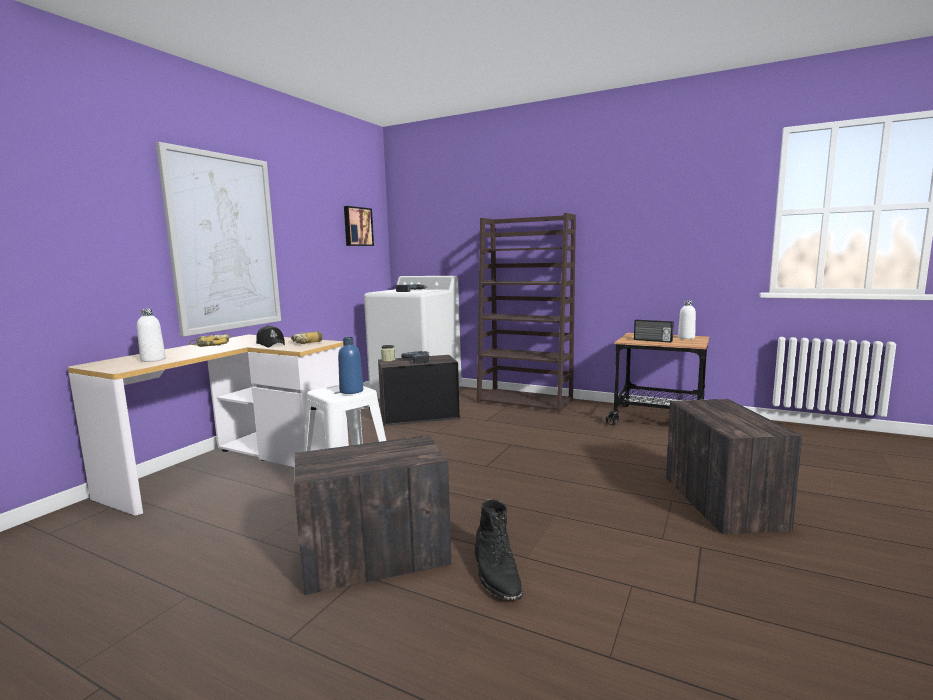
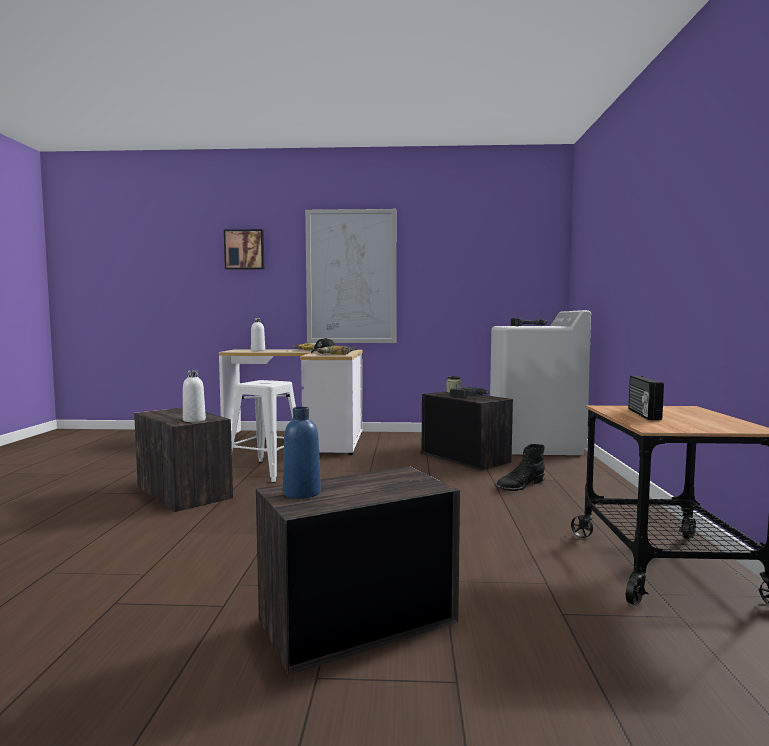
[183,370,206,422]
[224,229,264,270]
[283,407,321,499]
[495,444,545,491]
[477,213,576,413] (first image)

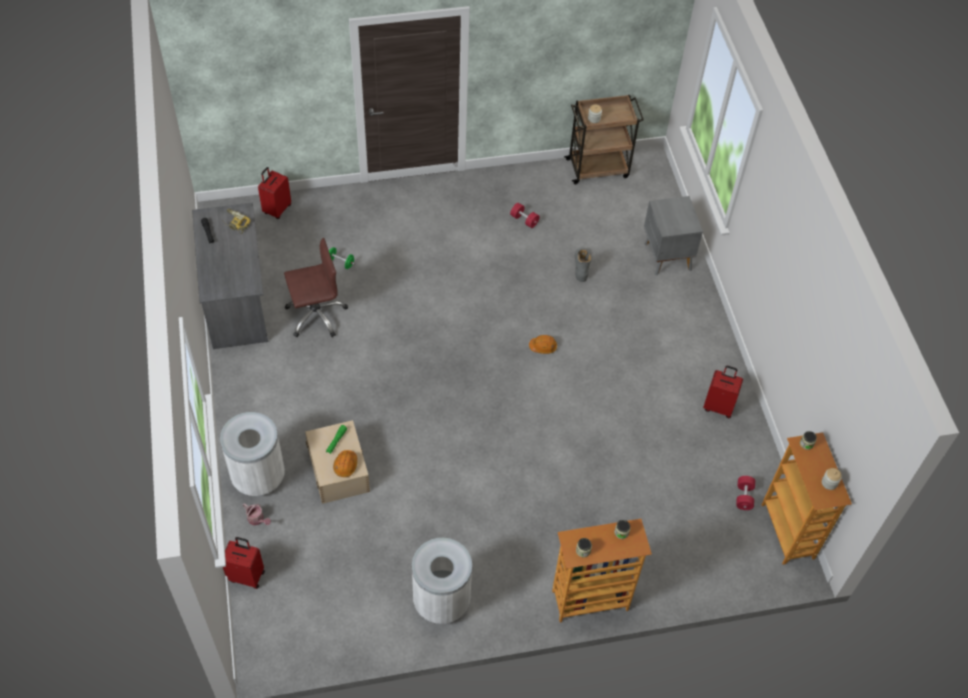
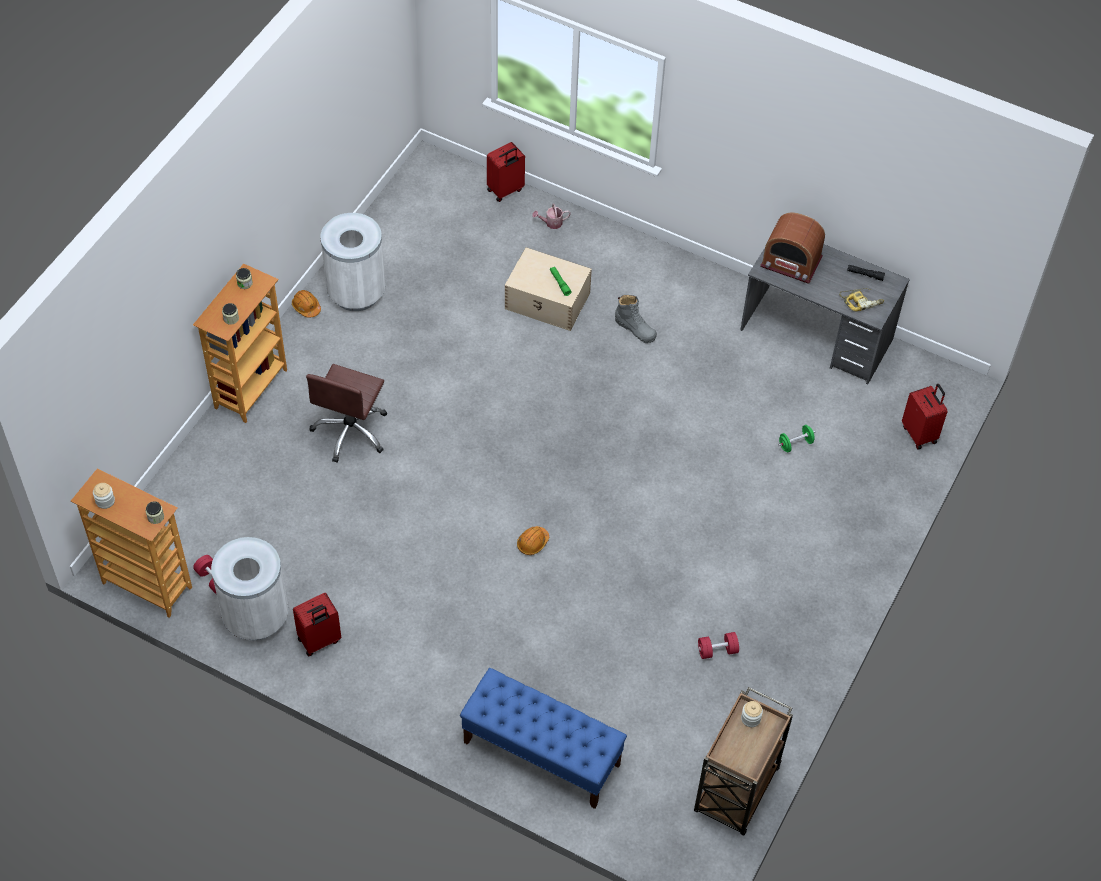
[211,537,288,640]
[292,290,321,318]
[306,364,387,463]
[460,668,627,809]
[615,295,657,343]
[760,213,825,284]

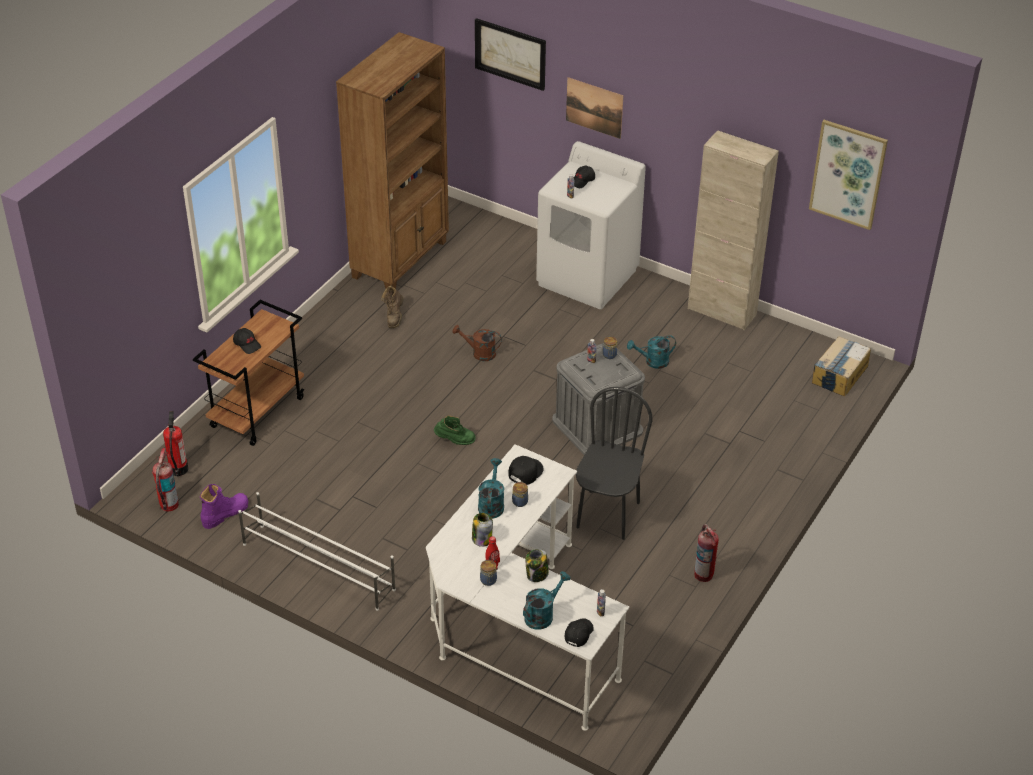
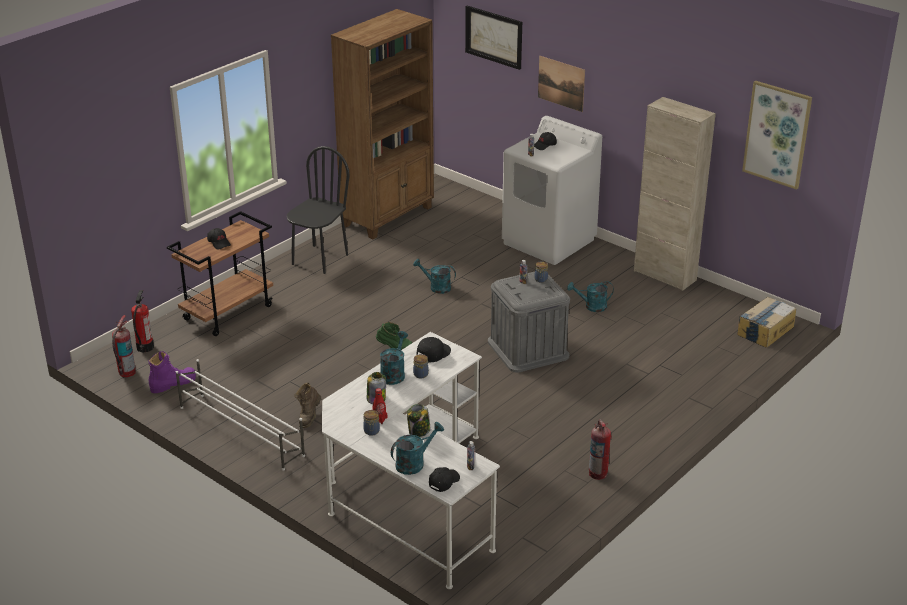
[287,146,350,274]
[294,383,321,428]
[413,259,456,294]

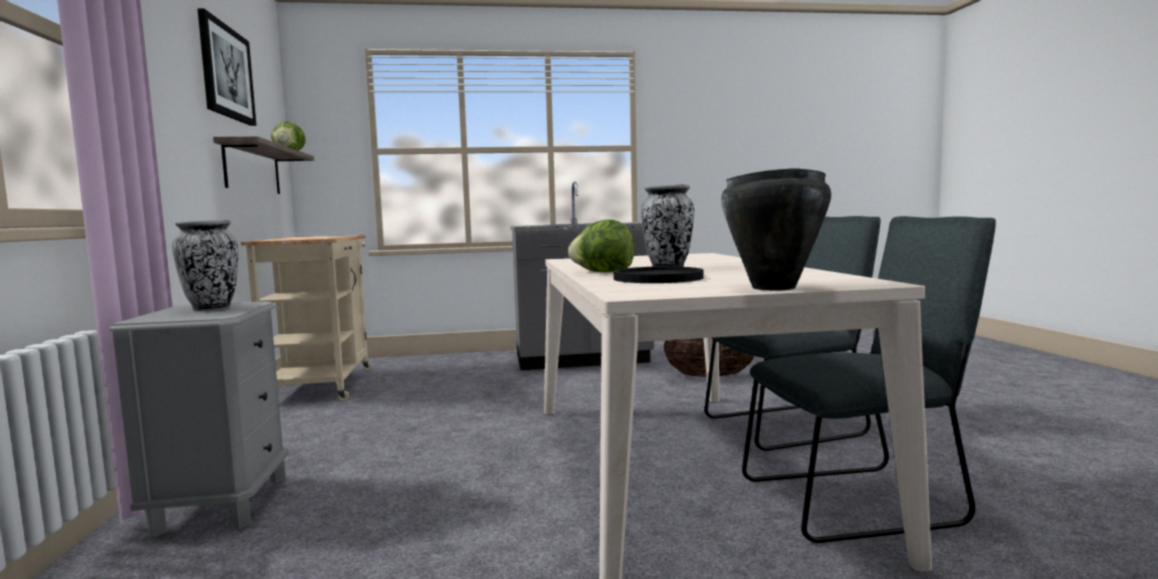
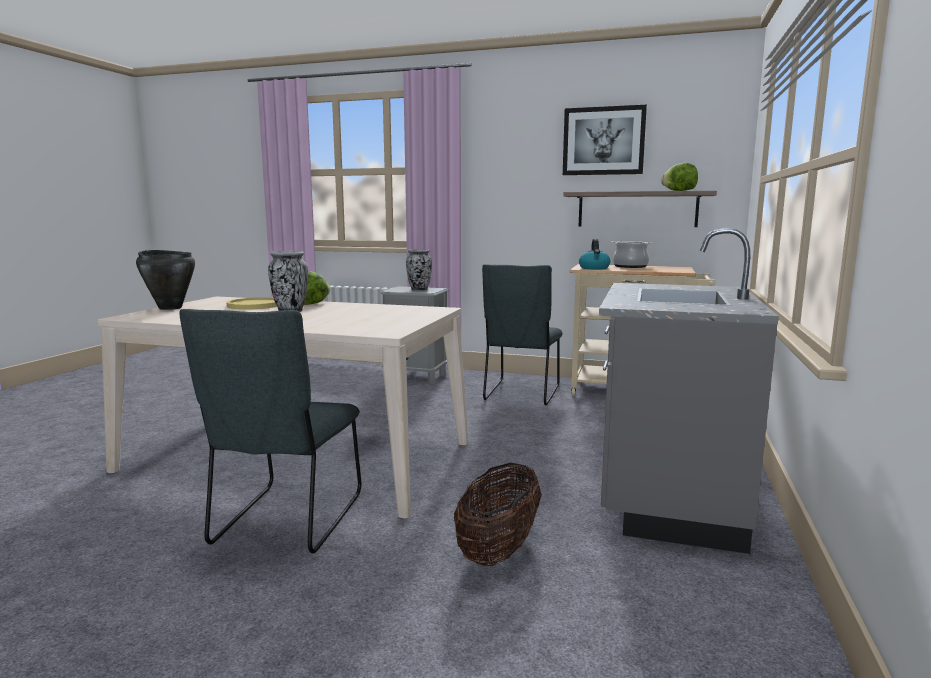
[226,297,277,310]
[482,265,563,406]
[579,239,610,270]
[612,241,653,268]

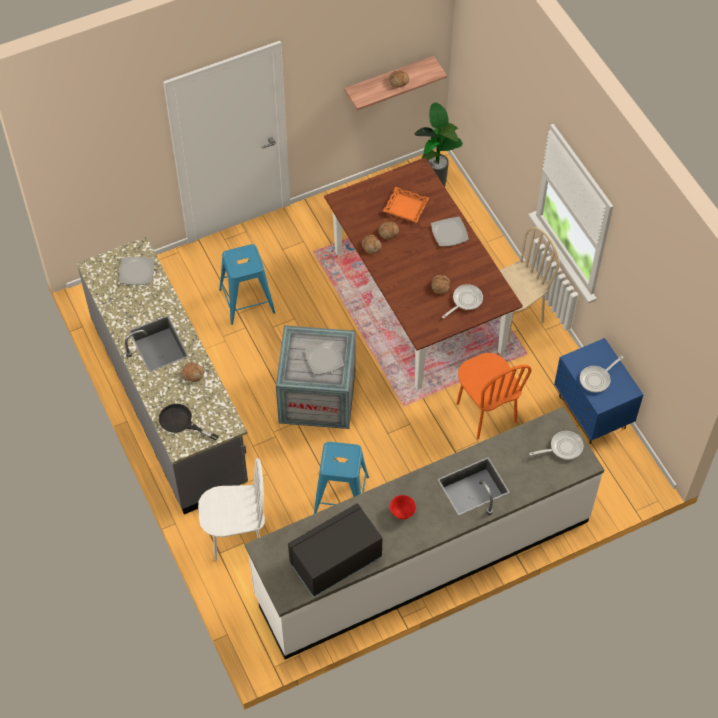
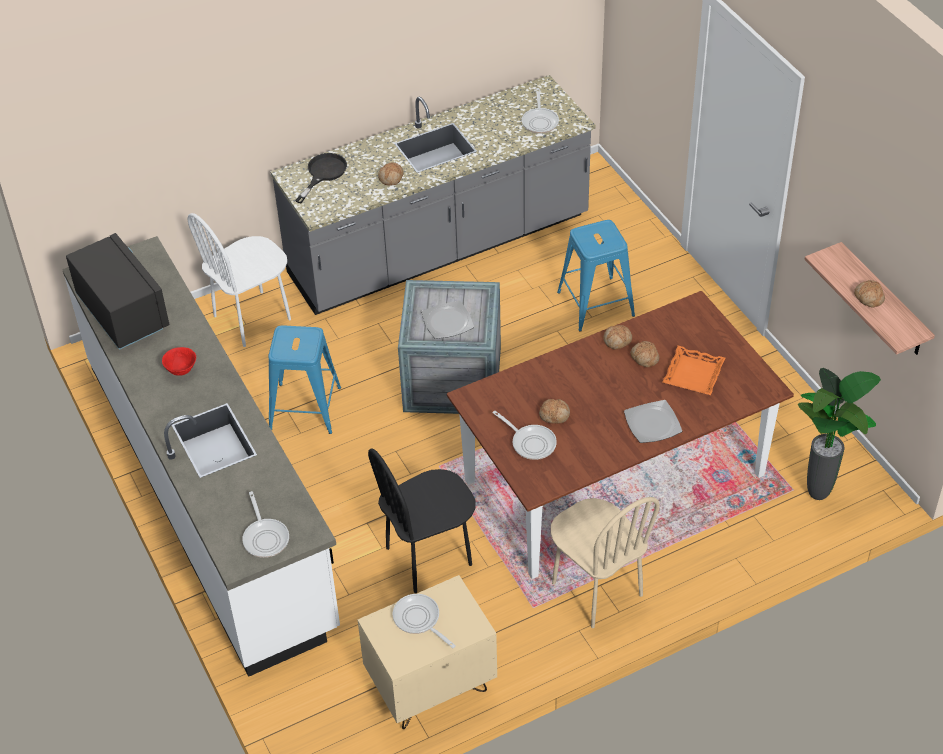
[188,213,291,347]
[358,575,497,729]
[368,448,476,593]
[522,88,559,134]

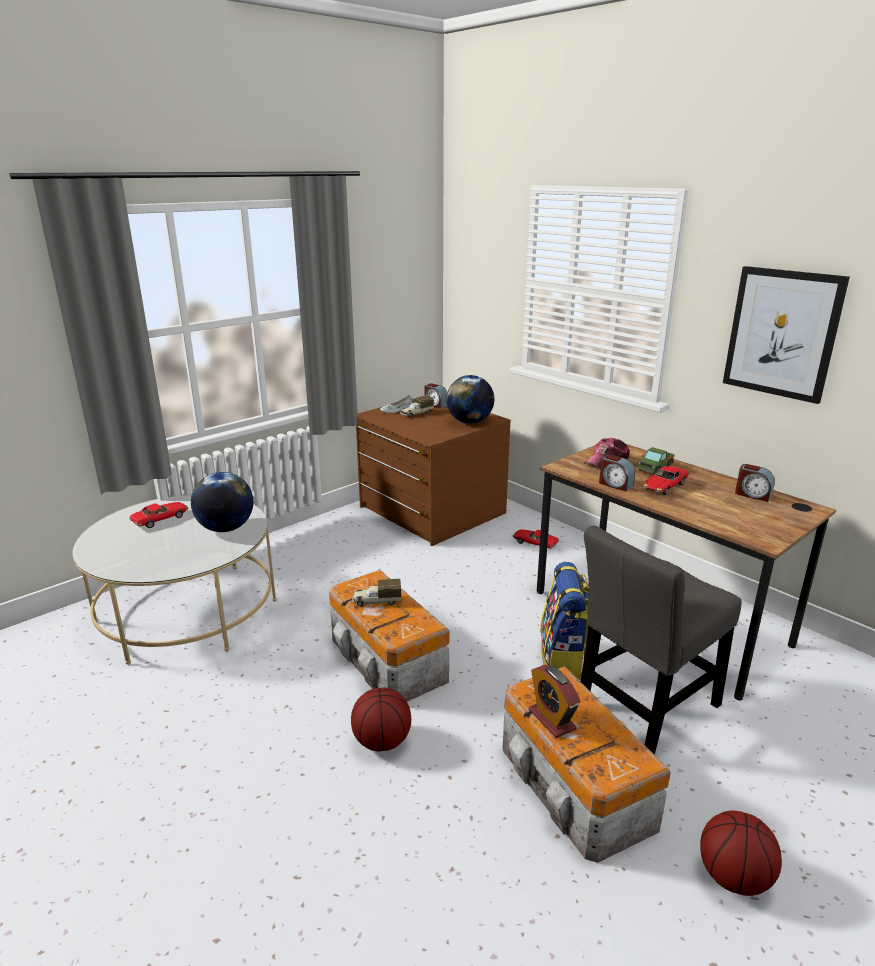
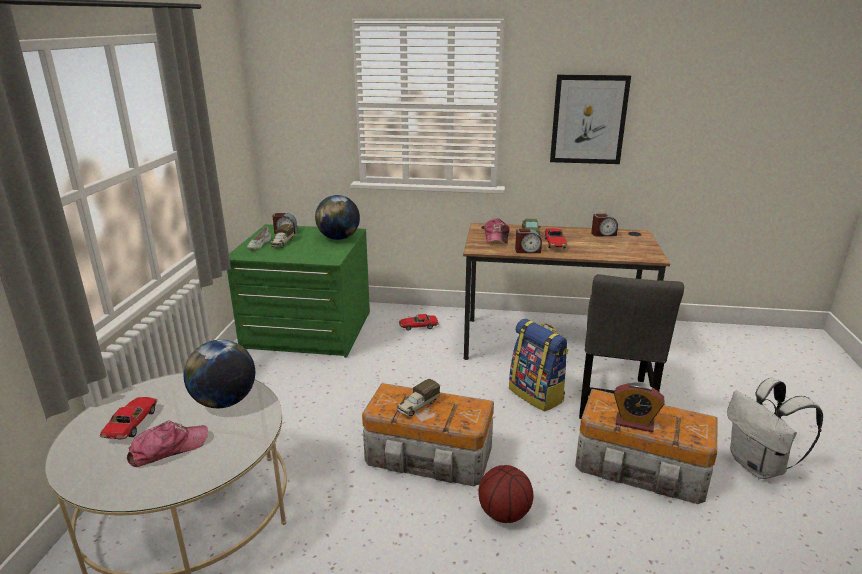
[127,420,208,467]
[227,224,370,358]
[727,378,823,479]

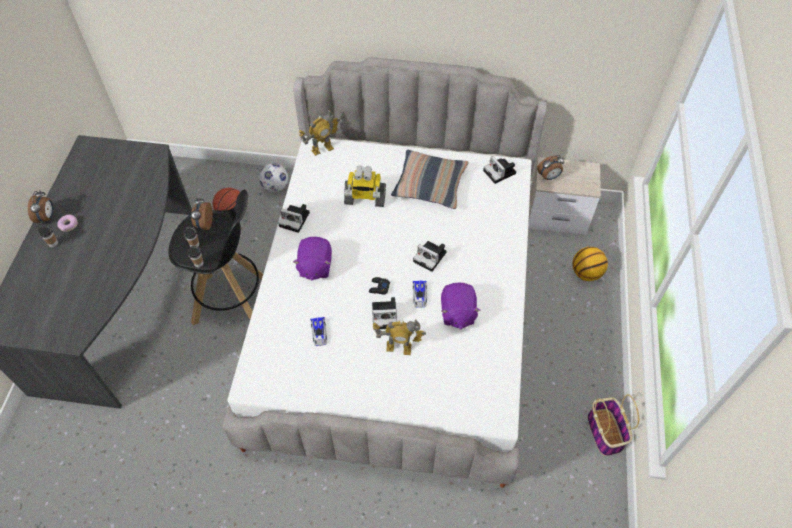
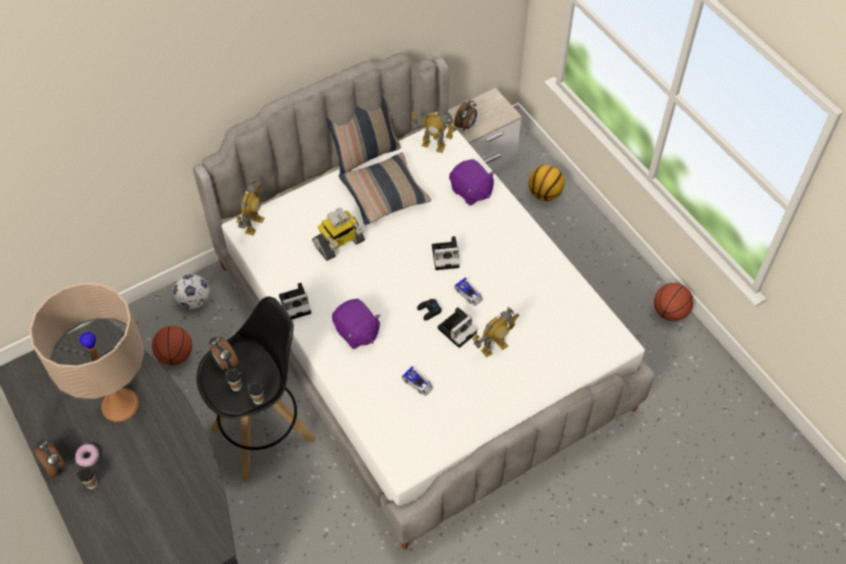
[29,283,144,422]
[327,94,401,174]
[411,111,457,153]
[449,159,495,205]
[654,283,693,321]

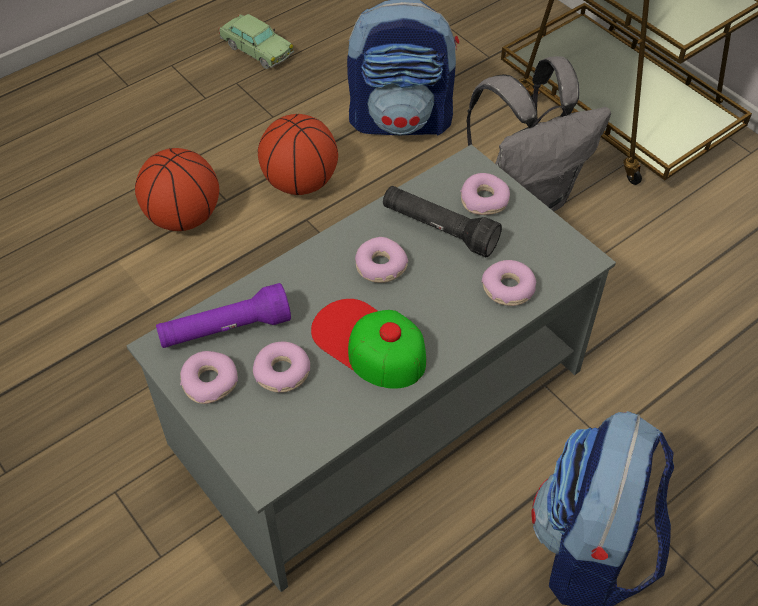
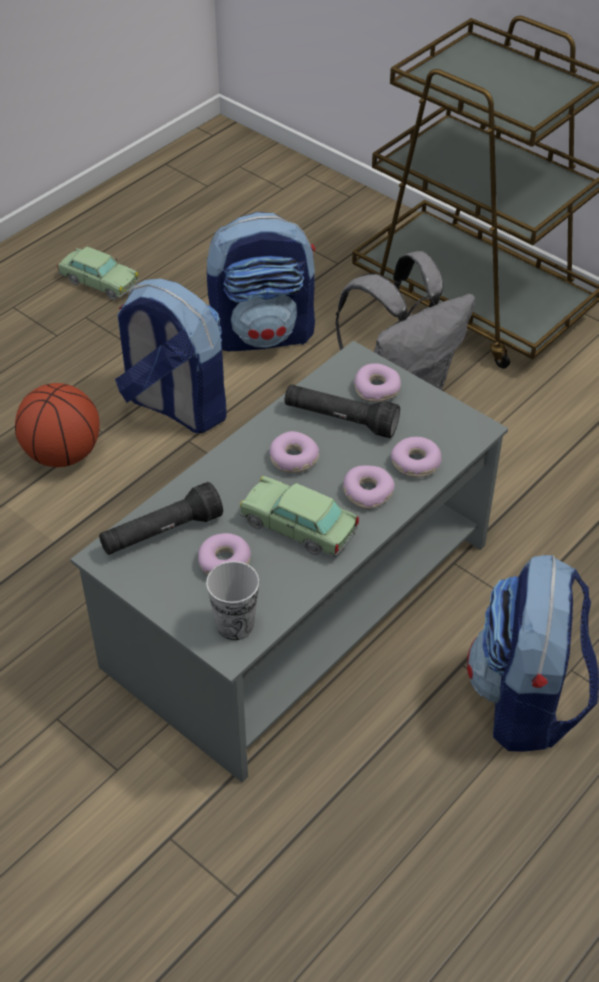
[99,482,223,555]
[115,279,226,433]
[206,561,259,640]
[240,476,359,557]
[343,465,395,509]

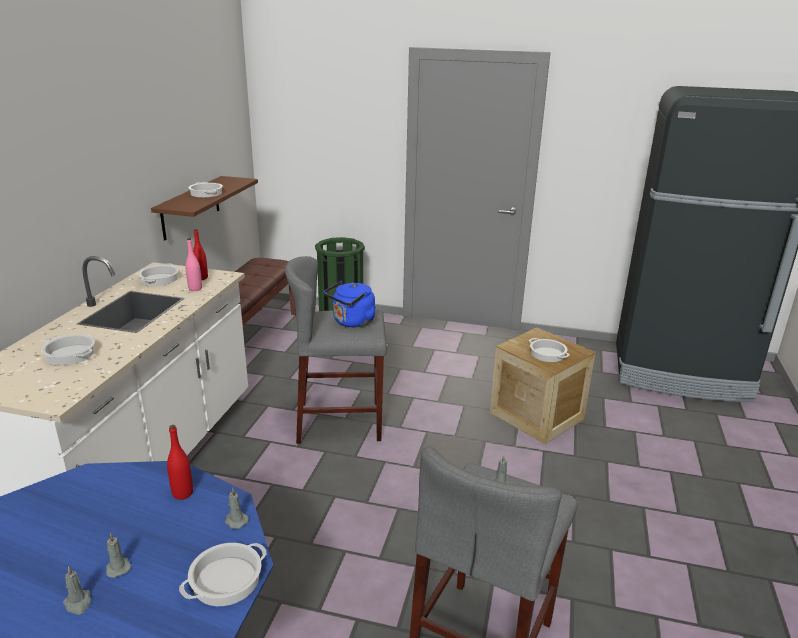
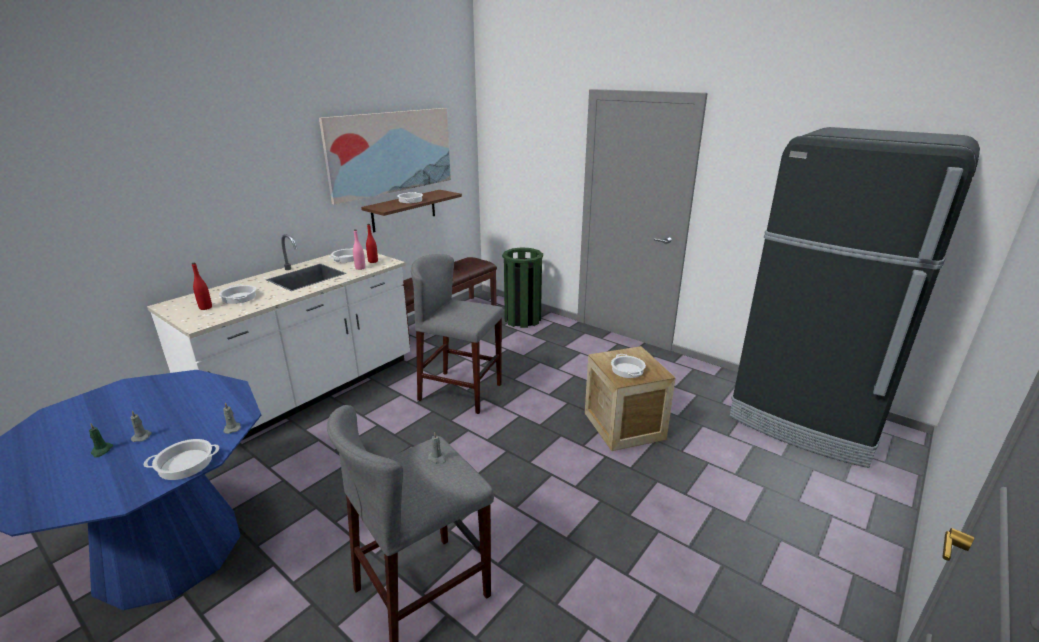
[89,424,113,458]
[192,263,212,310]
[319,108,451,205]
[324,281,376,327] (first image)

